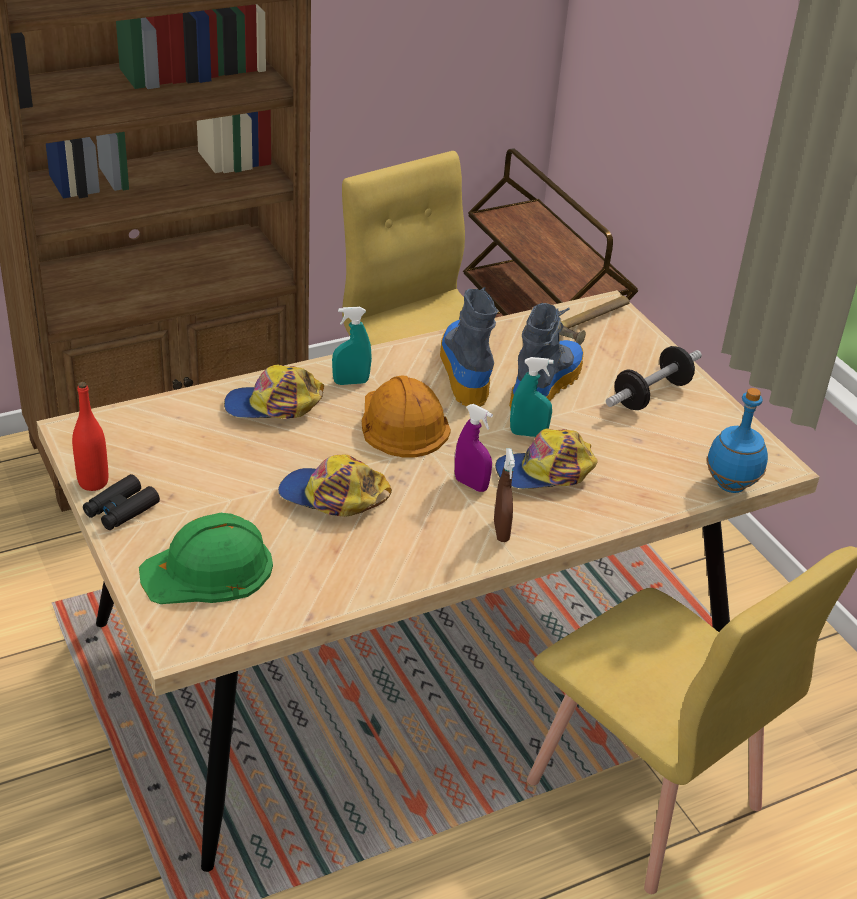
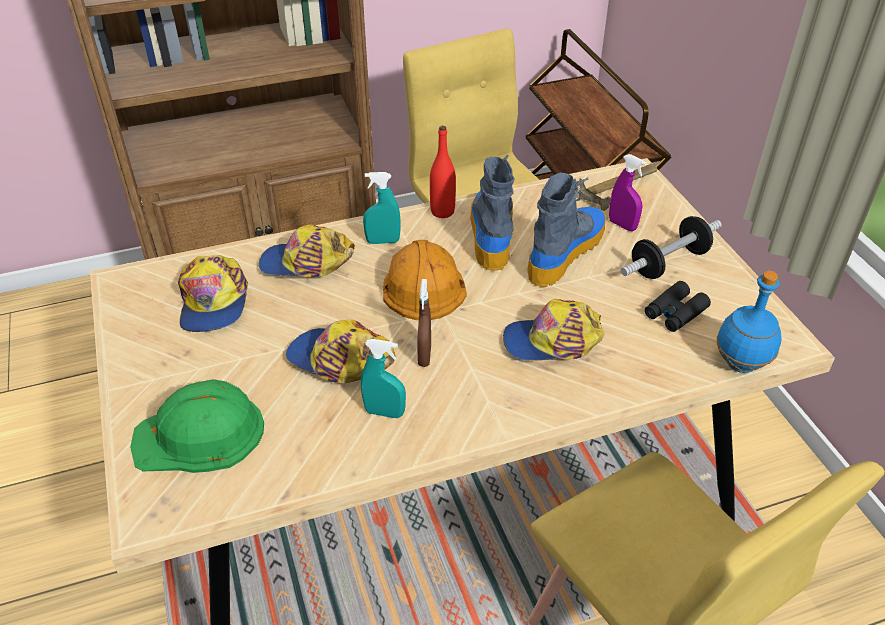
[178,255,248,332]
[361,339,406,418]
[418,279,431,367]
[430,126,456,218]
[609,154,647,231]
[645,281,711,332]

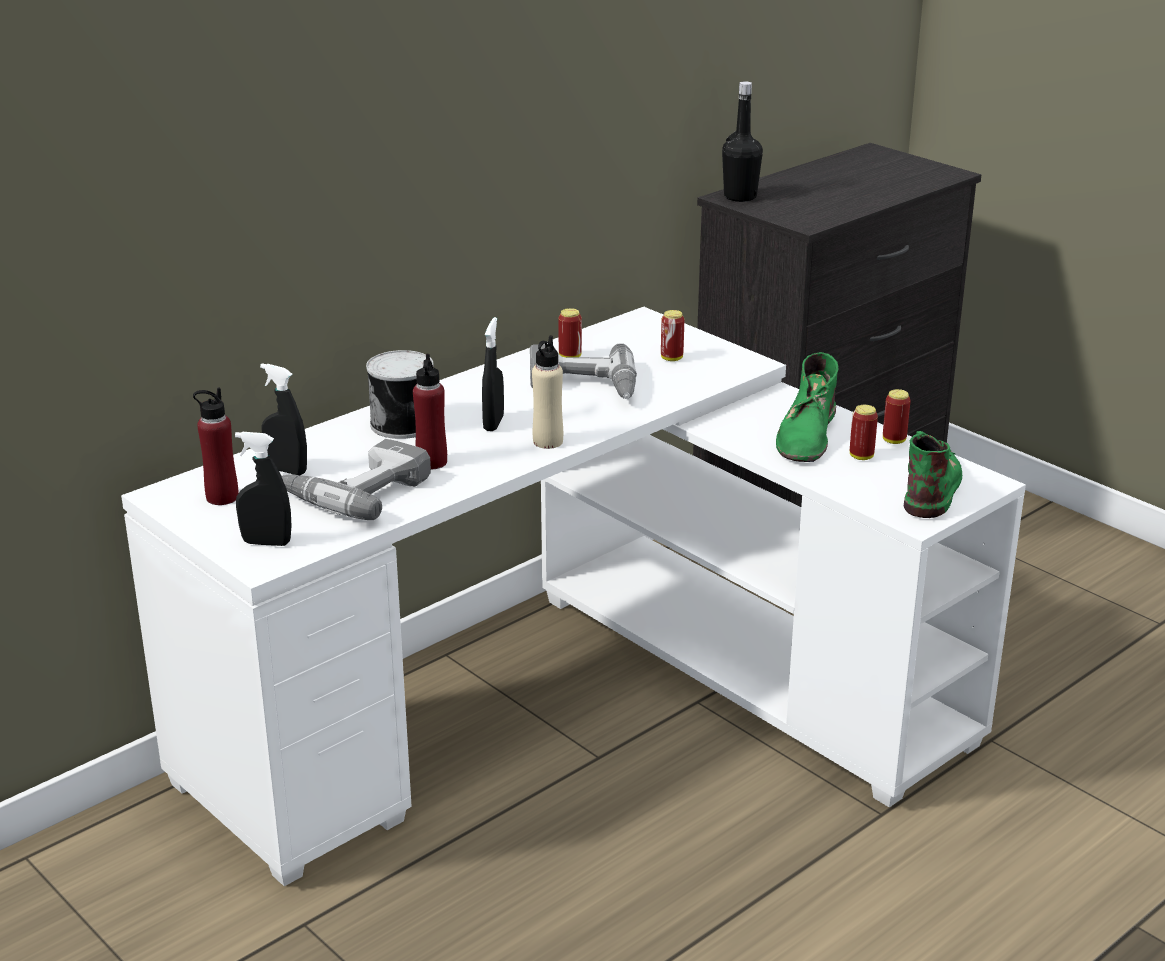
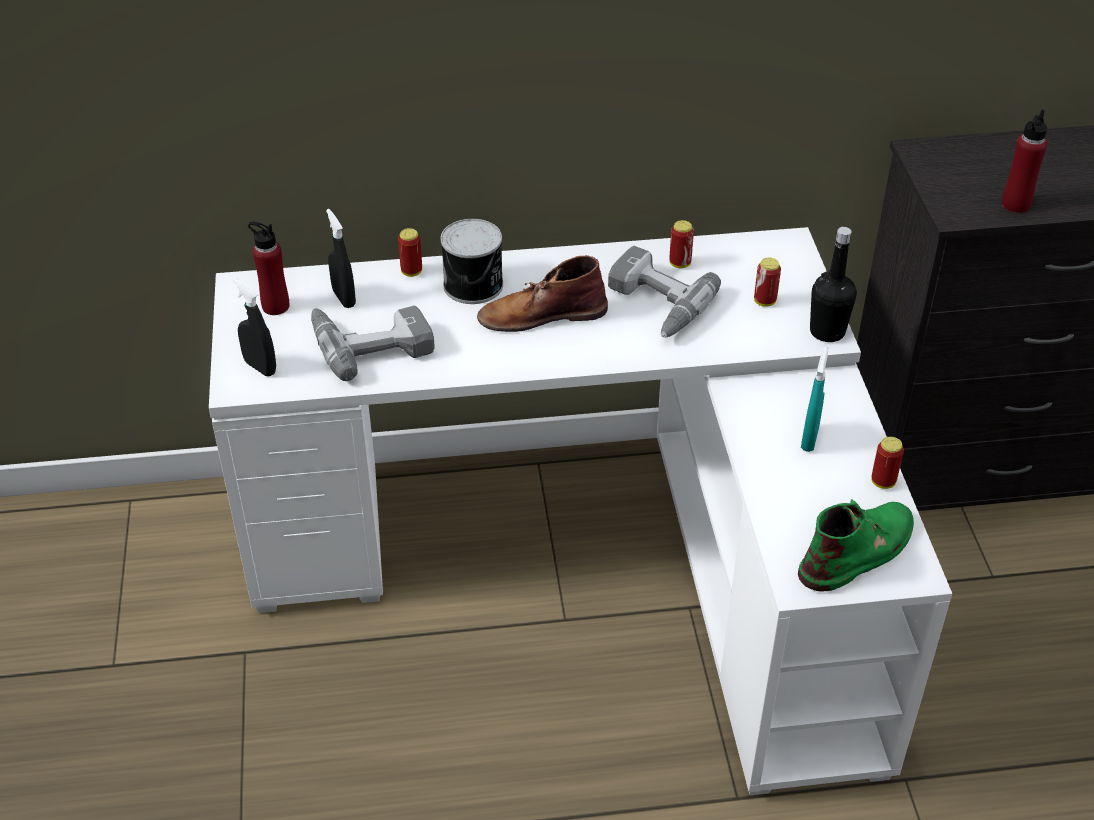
[398,228,422,277]
[477,255,608,332]
[801,347,828,452]
[810,227,857,342]
[1002,110,1047,213]
[532,335,563,449] (first image)

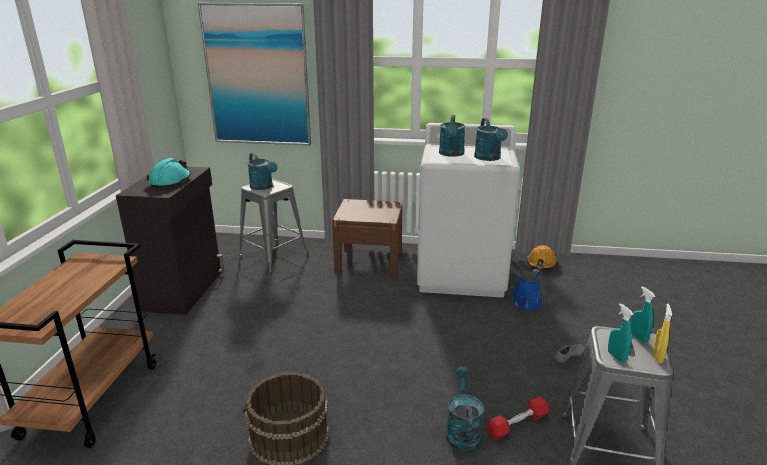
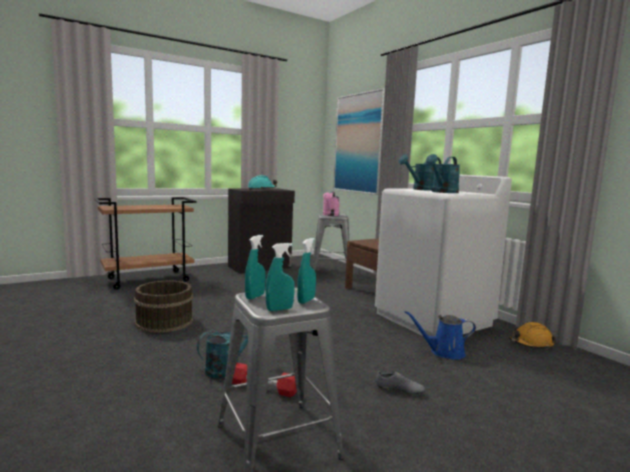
[265,243,295,311]
[323,191,340,216]

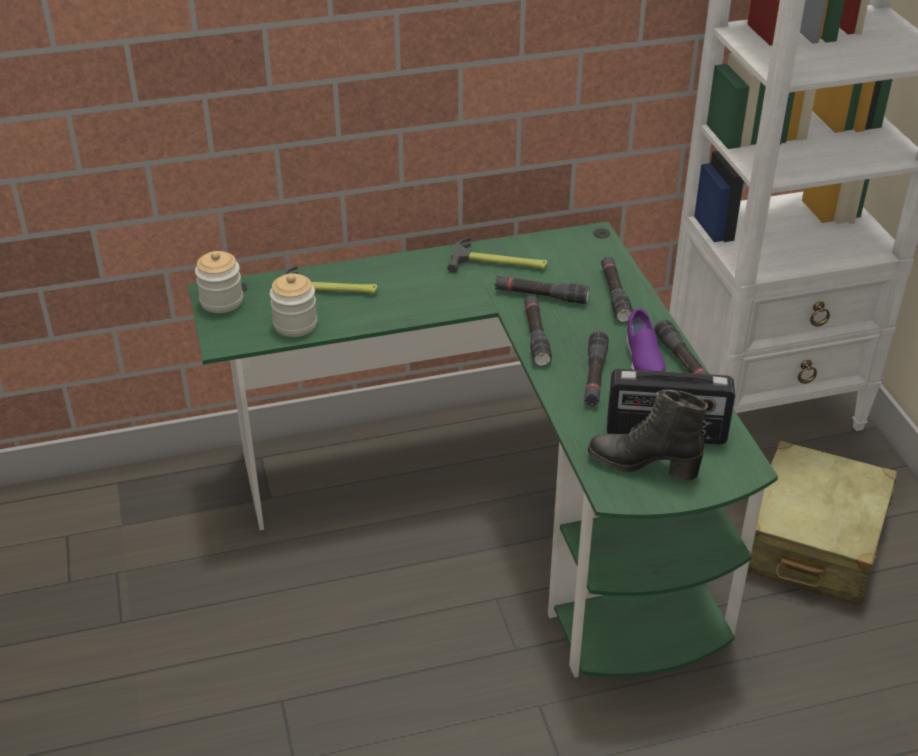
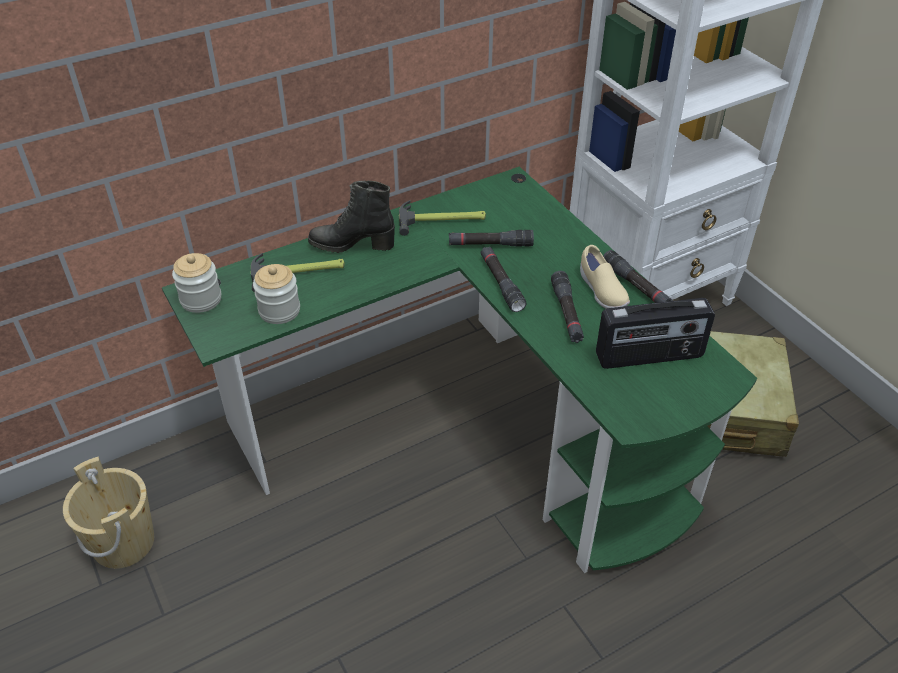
[63,457,154,569]
[308,181,395,253]
[580,245,630,309]
[601,257,633,323] (first image)

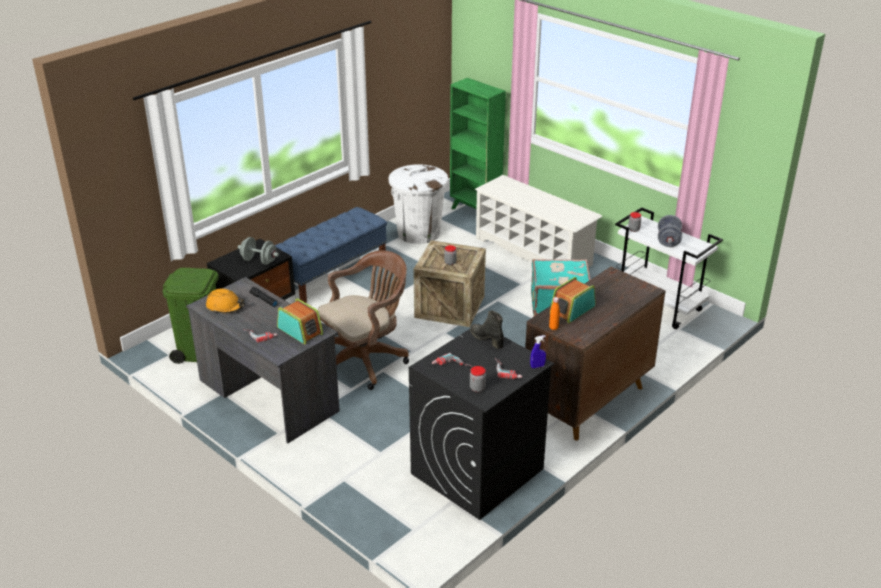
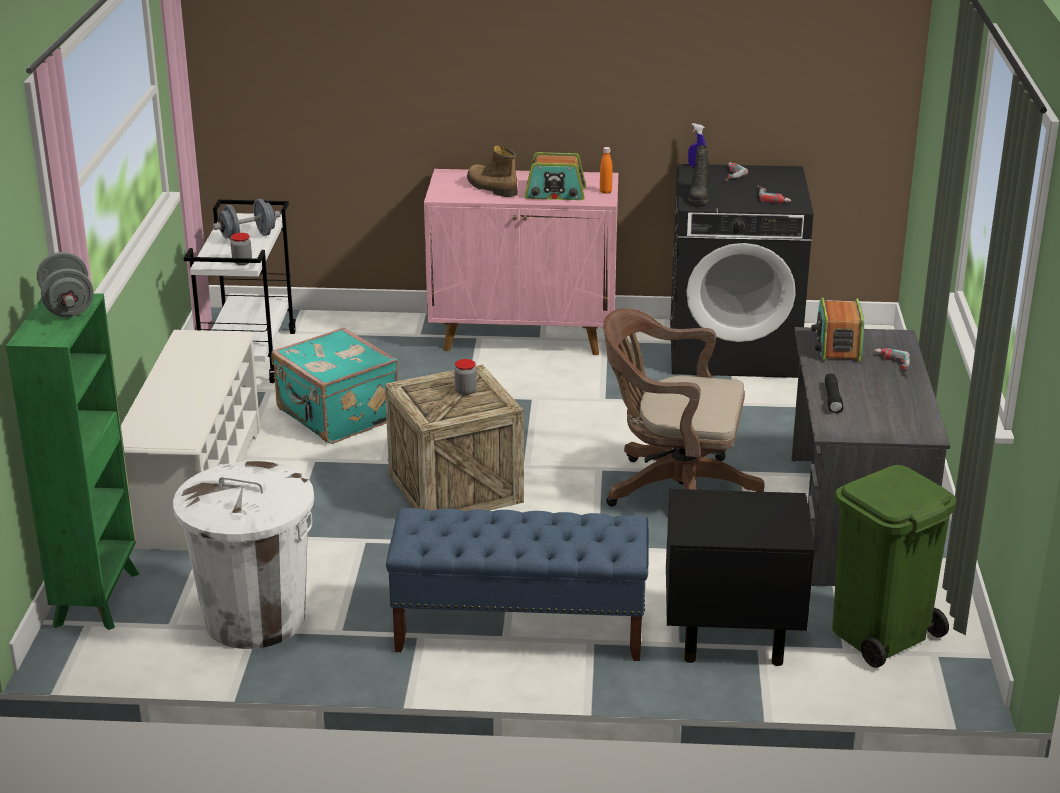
[37,252,94,317]
[424,169,618,355]
[467,146,518,197]
[206,288,245,314] (first image)
[470,366,486,392] (first image)

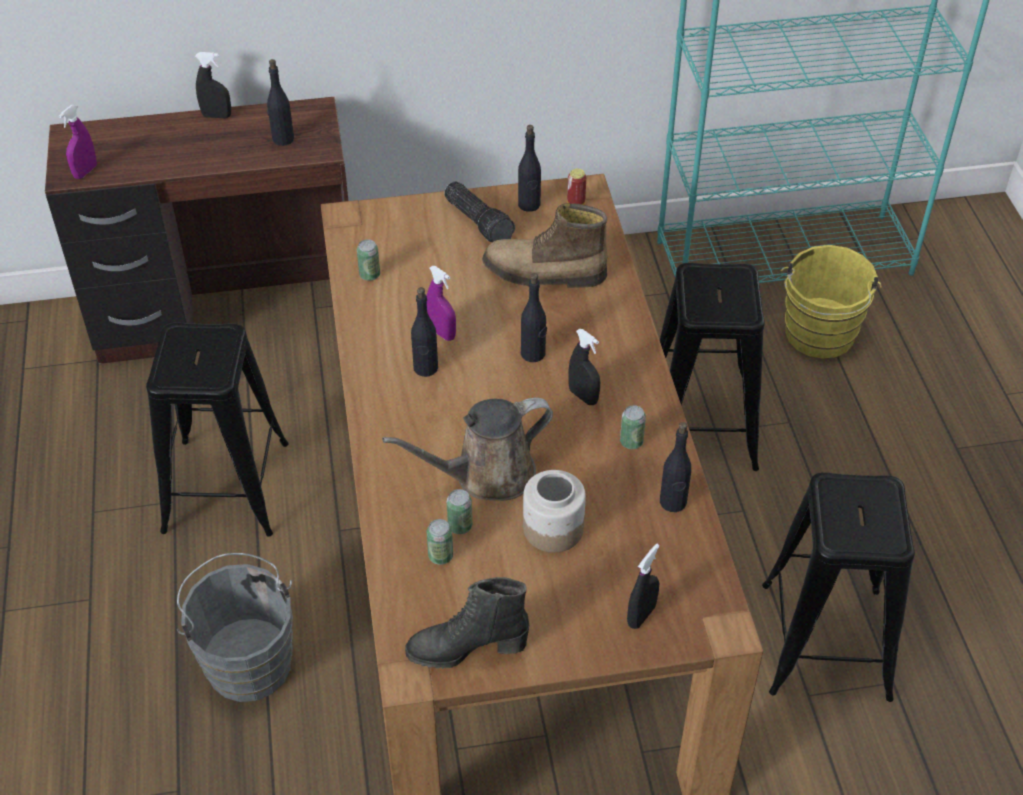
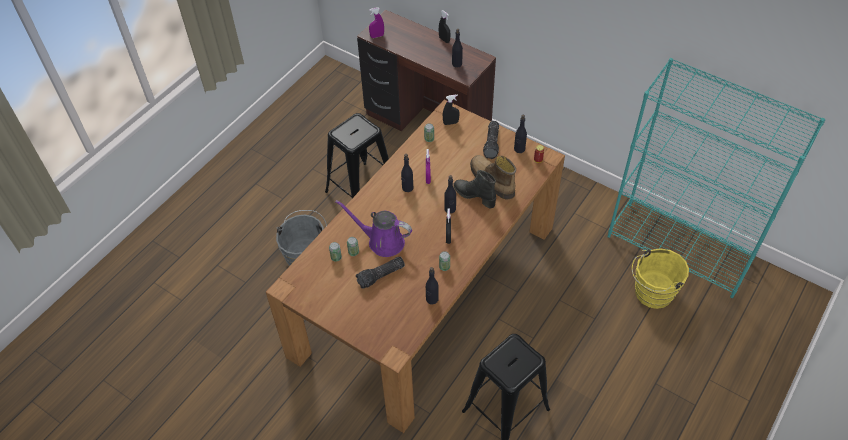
[335,200,412,257]
[356,257,405,289]
[443,94,460,125]
[453,170,496,209]
[660,263,765,471] (first image)

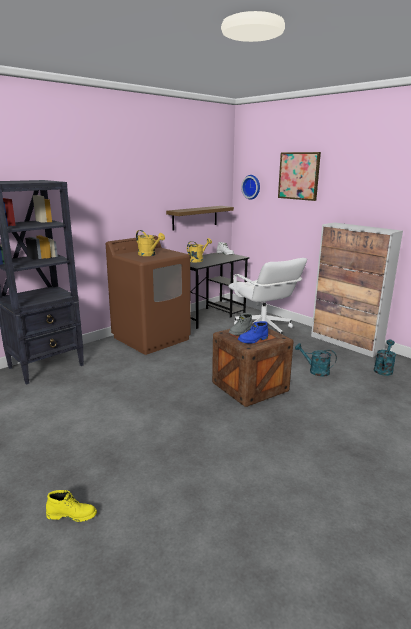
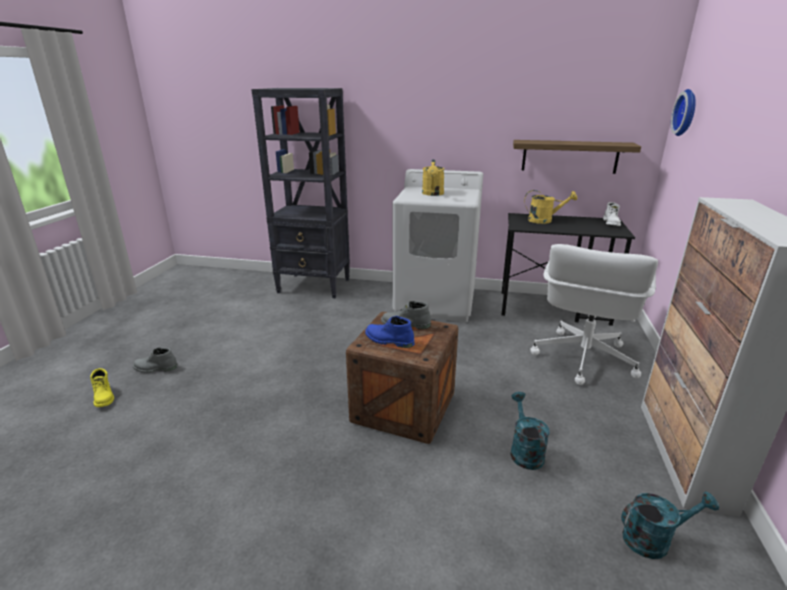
[133,347,178,373]
[393,169,483,322]
[278,152,321,201] (first image)

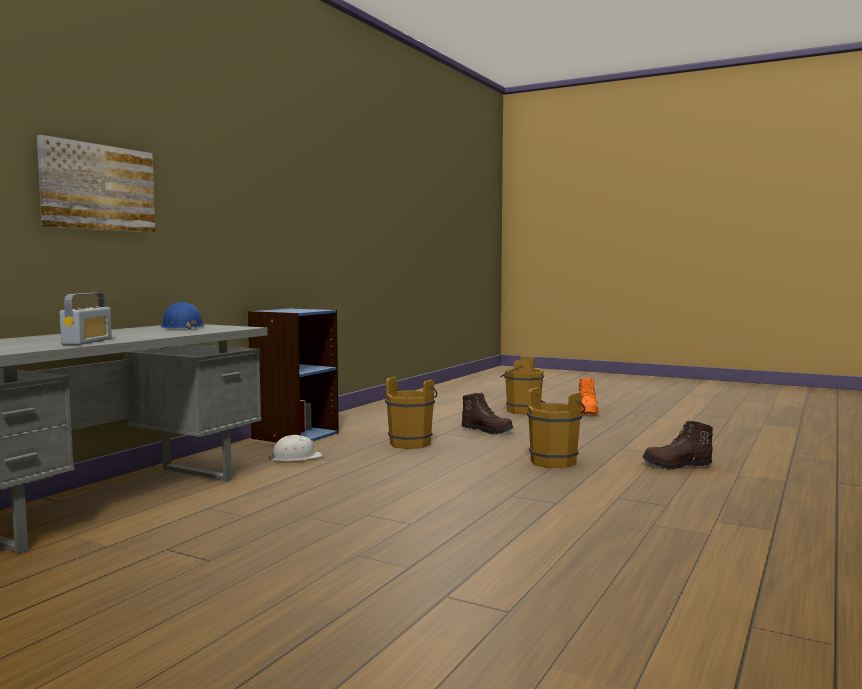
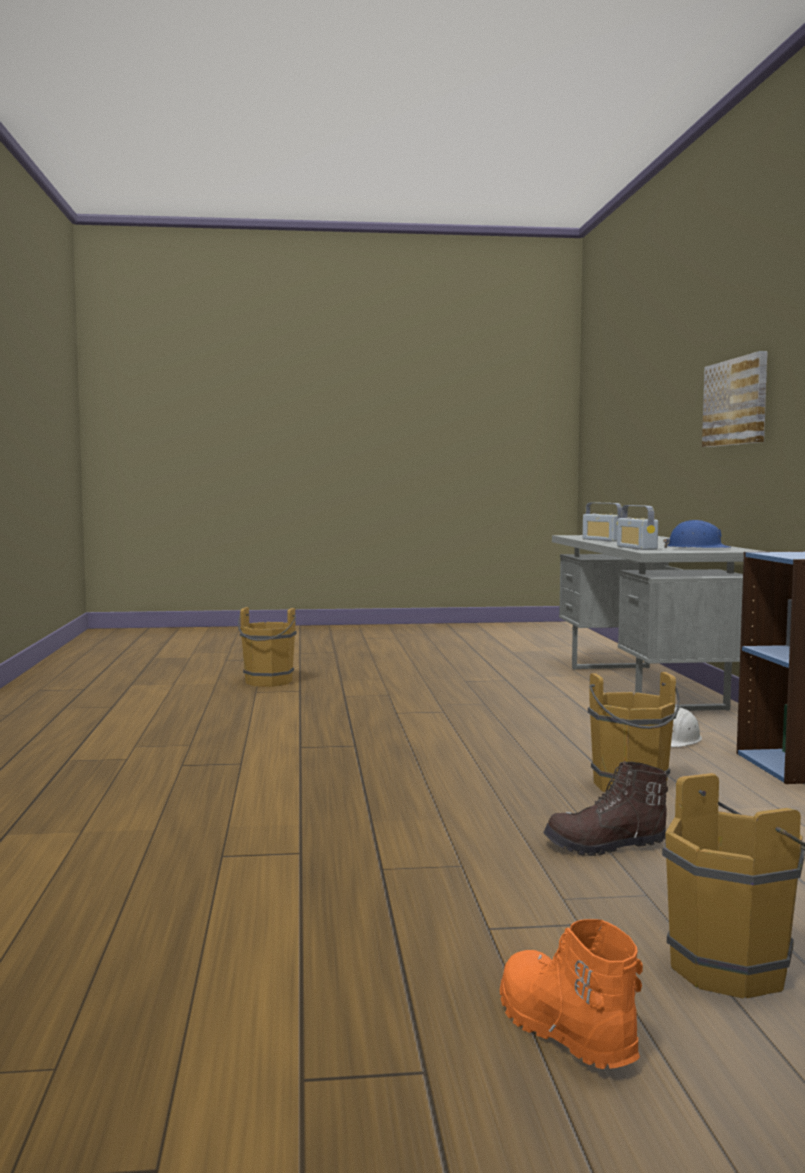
[238,607,296,687]
[617,505,658,550]
[642,421,713,469] (first image)

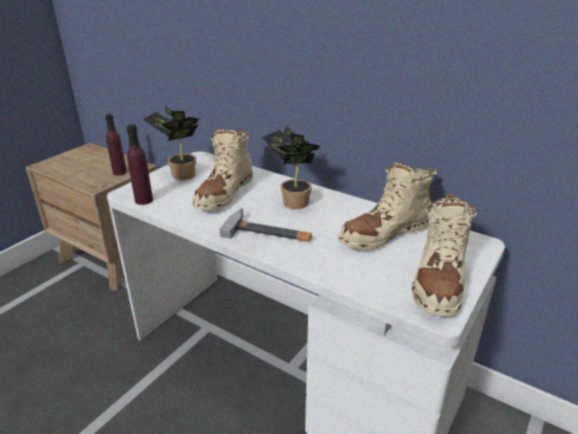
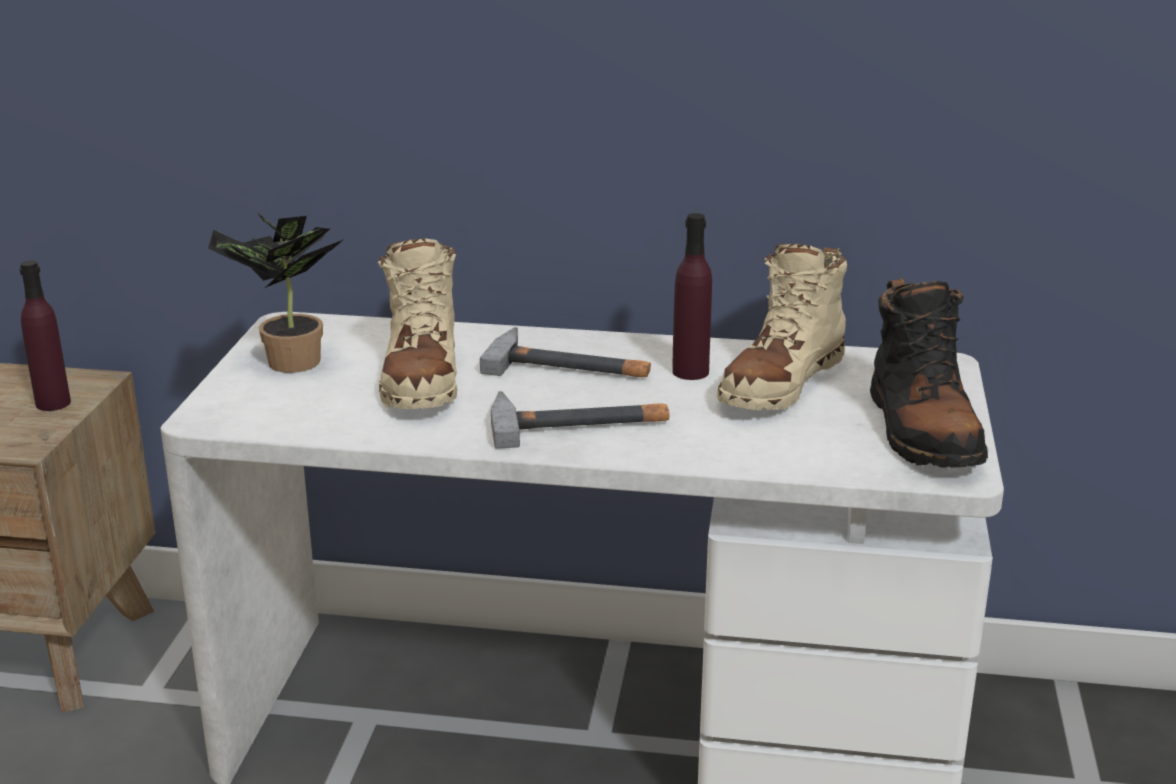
[480,327,651,377]
[672,213,712,380]
[870,278,988,468]

